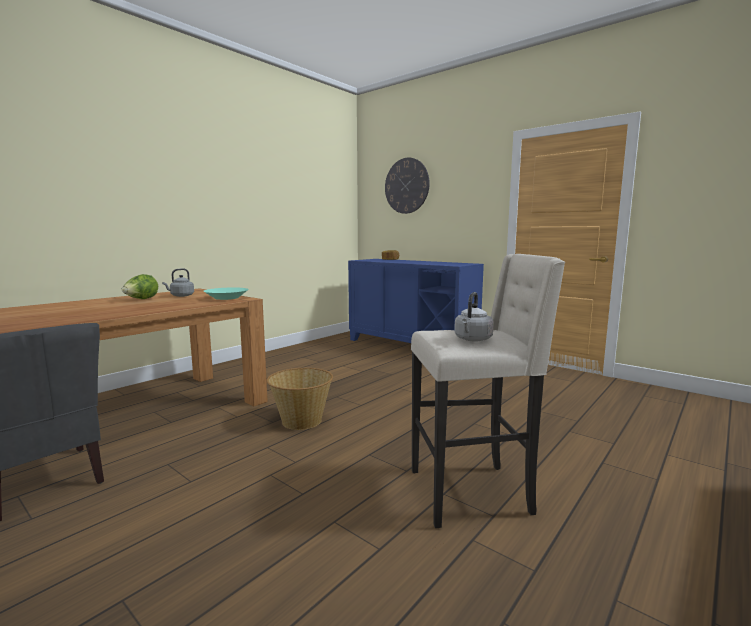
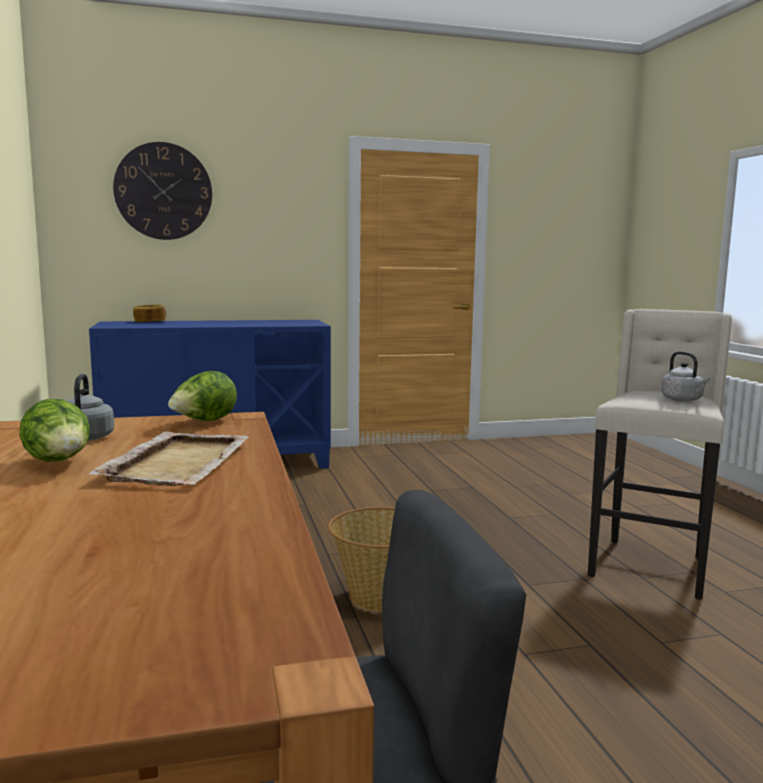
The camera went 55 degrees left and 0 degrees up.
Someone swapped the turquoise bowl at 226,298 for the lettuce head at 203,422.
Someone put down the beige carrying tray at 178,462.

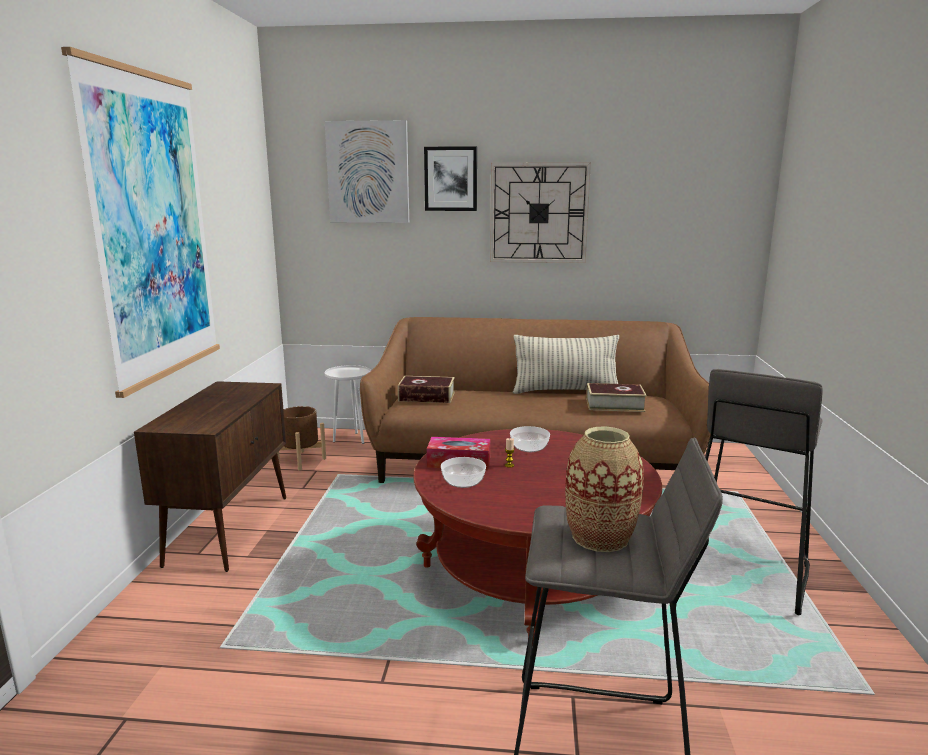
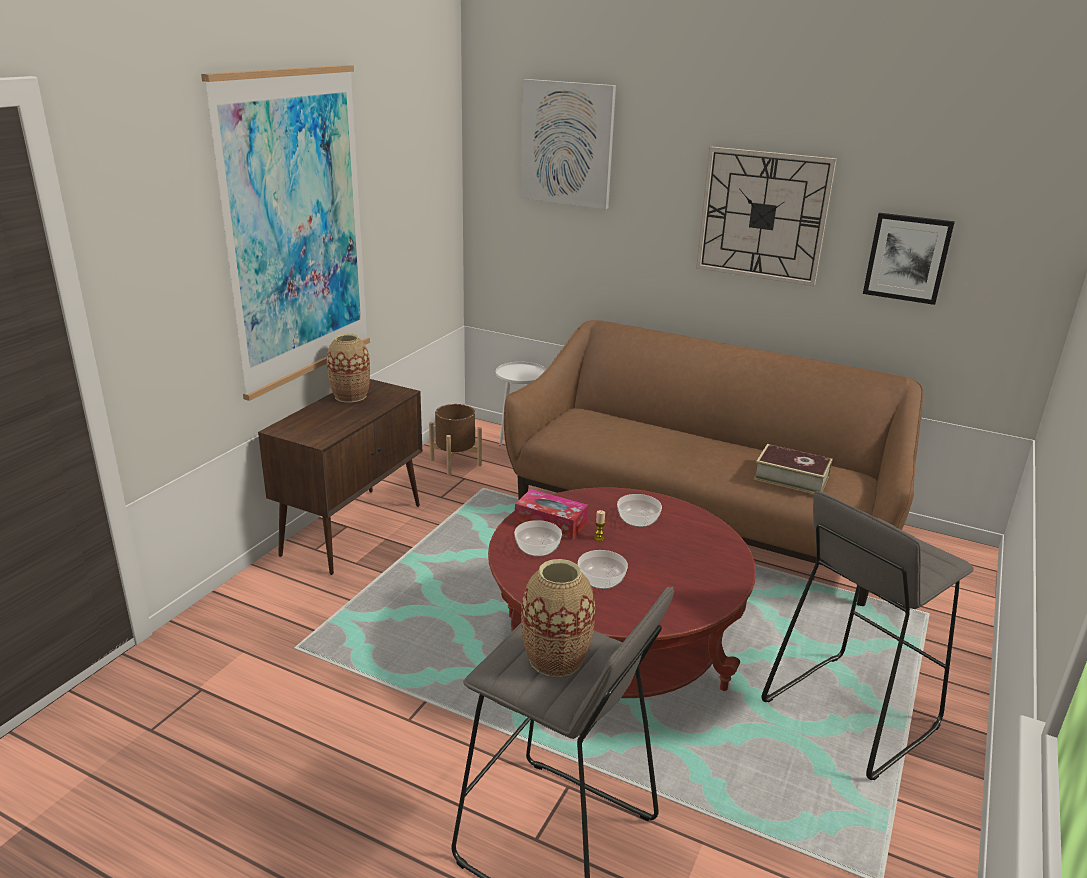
The camera went 20 degrees right and 10 degrees up.
Someone took away the bound book at 426,396.
Someone carried the picture from 451,179 to 907,258.
Someone took away the throw pillow at 565,391.
Someone put down the decorative vase at 350,396.
Someone put down the bowl at 600,580.

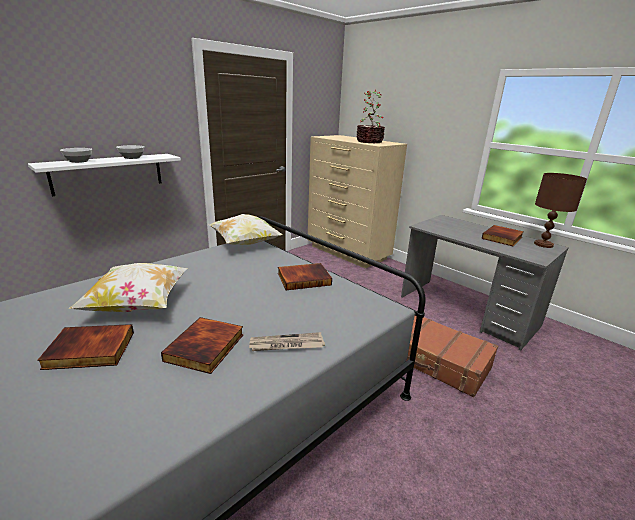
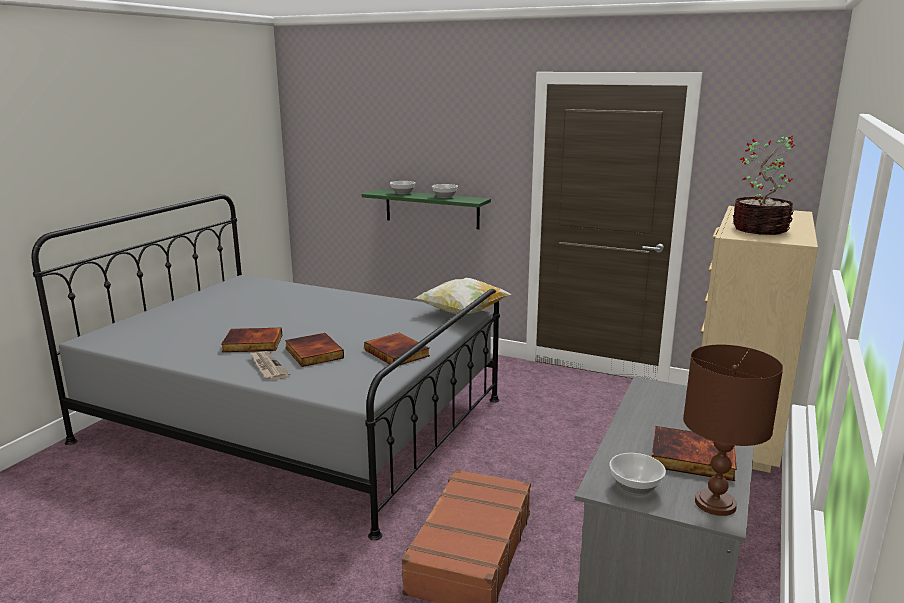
The camera went 70 degrees right and 5 degrees down.
Someone repainted the white-coloured wall shelf at 108,173, which became the green wall shelf at 432,209.
Someone carried the bound book from 89,351 to 313,353.
Someone took away the throw pillow at 138,305.
Someone put down the bowl at 634,487.

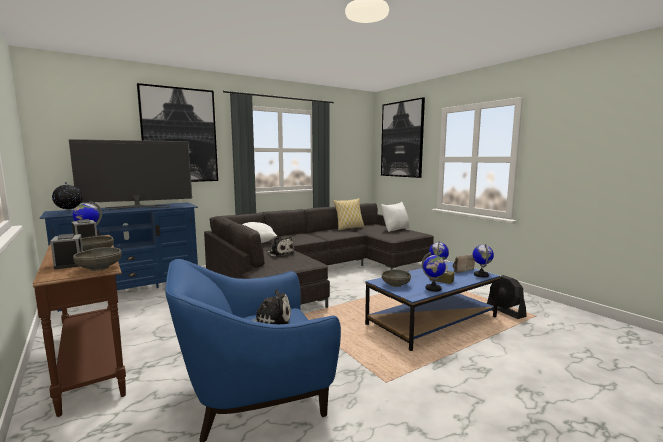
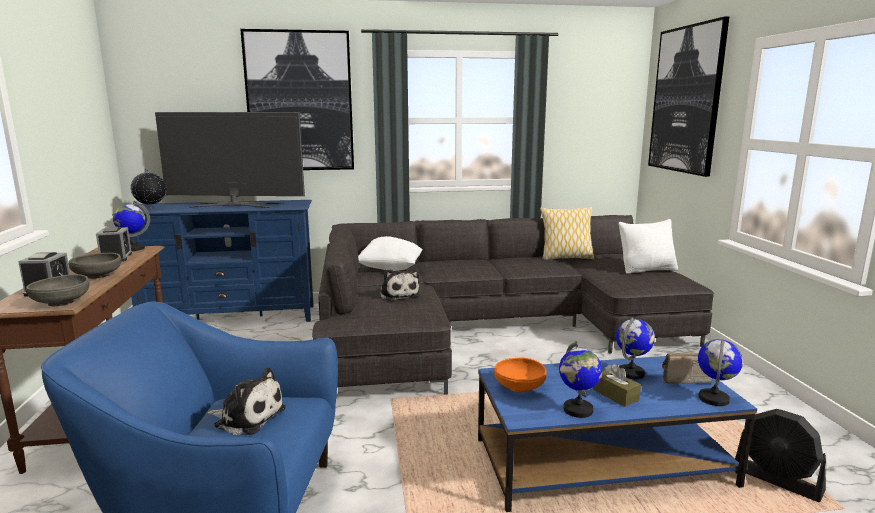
The camera went 25 degrees right and 5 degrees up.
Someone repainted the greyish bowl at 396,285, which became the orange-coloured bowl at 519,387.
Someone rotated the black fan at 505,311 by 45 degrees counterclockwise.

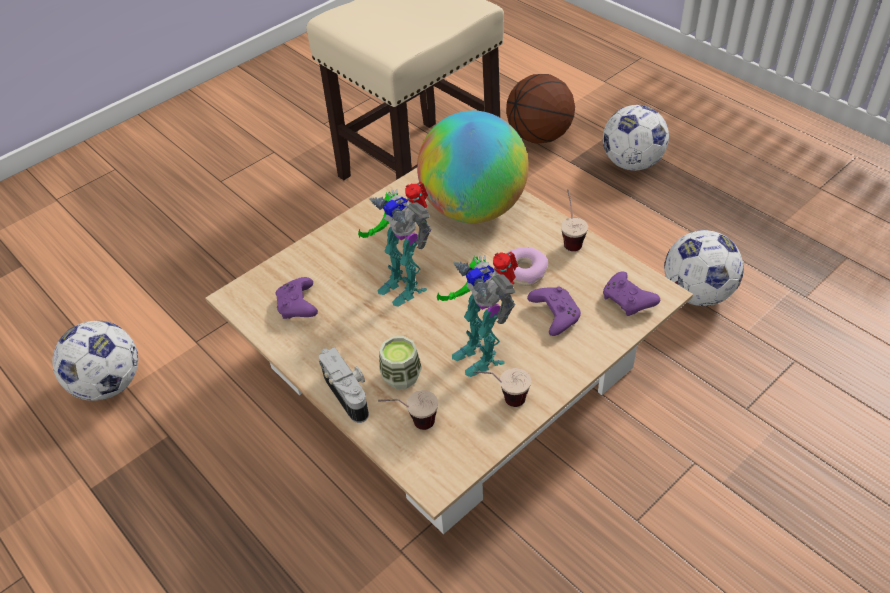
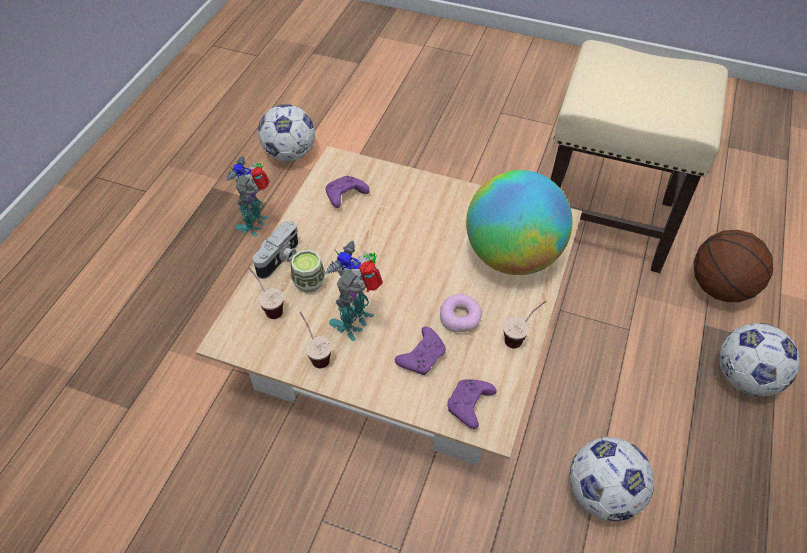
The camera went 60 degrees right and 5 degrees up.
Someone carried the toy robot from 404,284 to 256,223.

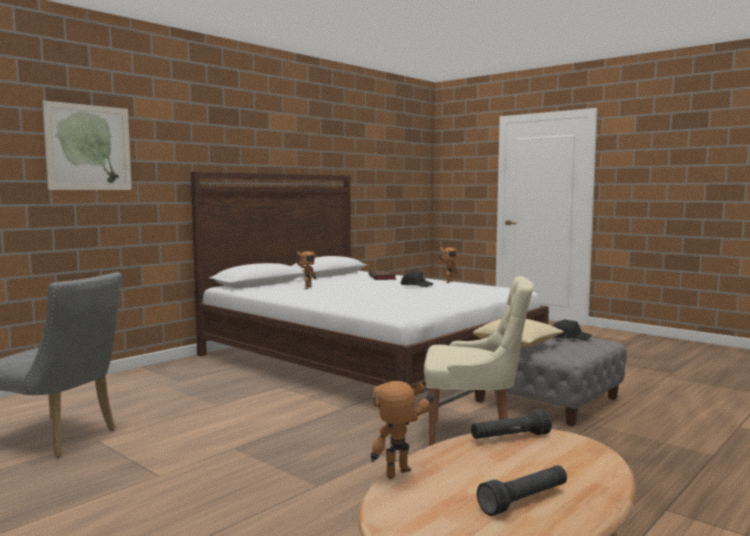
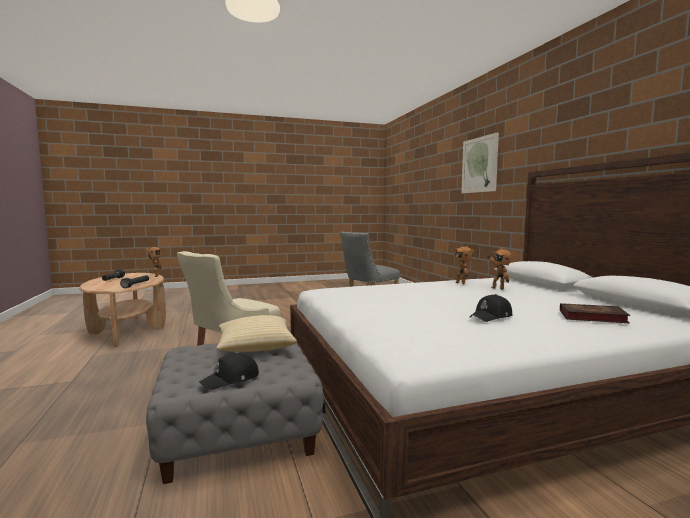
The camera went 120 degrees right and 0 degrees up.
Someone carried the toy robot from 448,282 to 461,283.

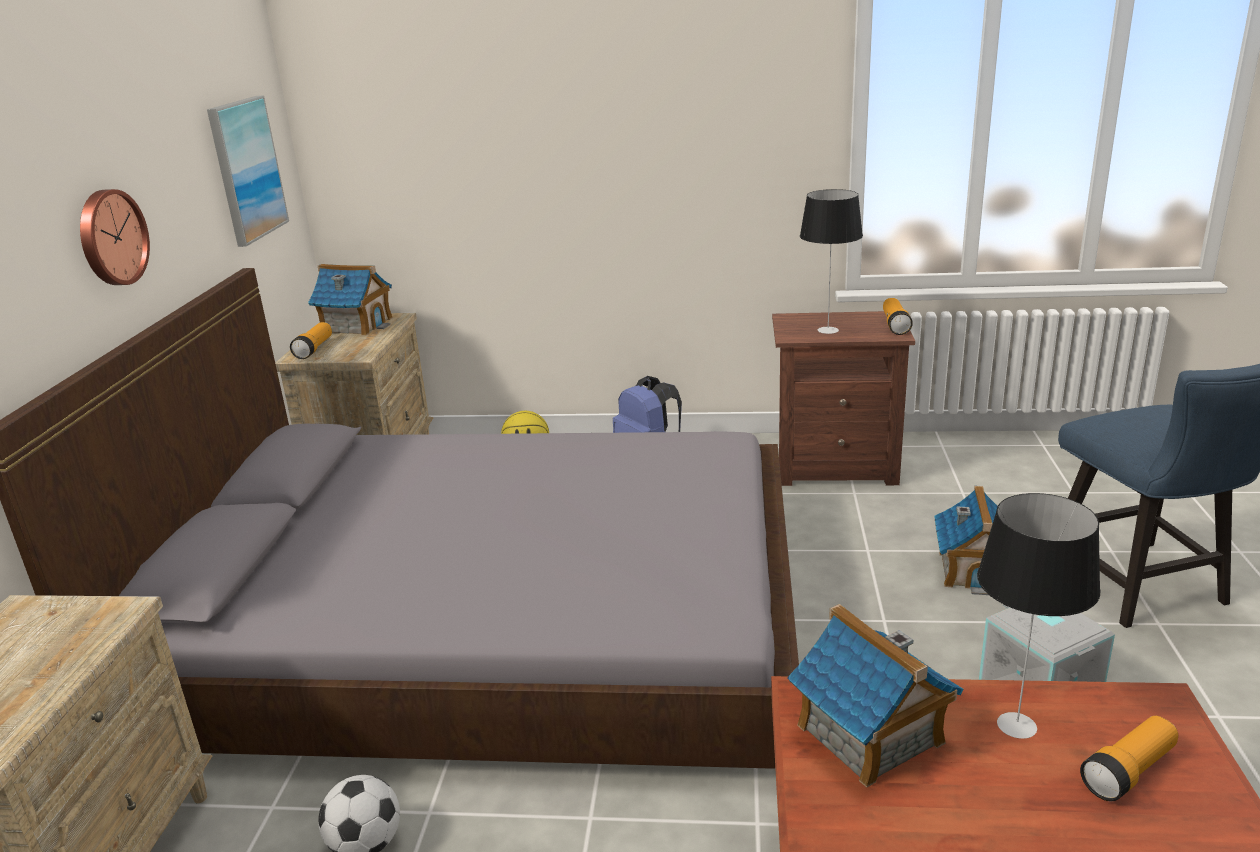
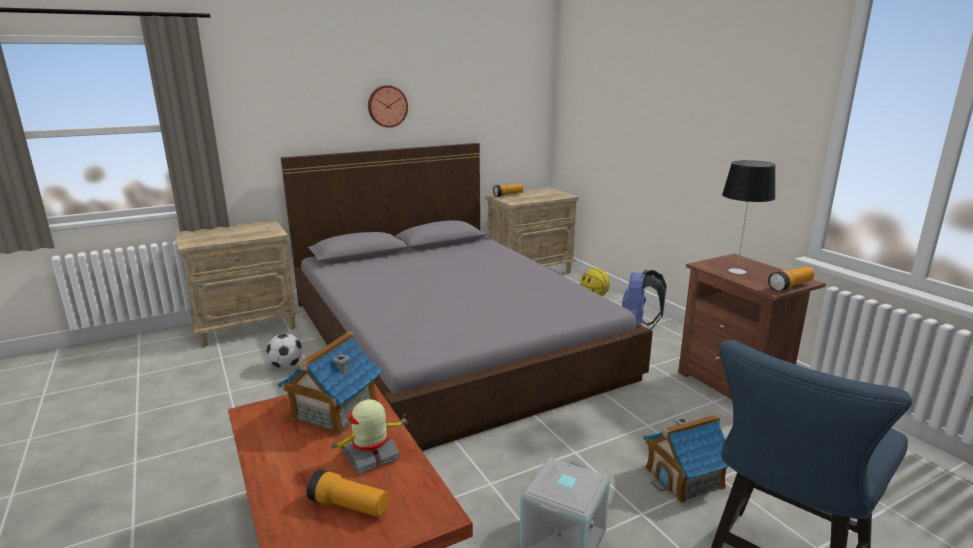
The camera went 55 degrees right and 5 degrees down.
Someone took away the picture at 246,169.
Someone took away the miniature house at 356,325.
Someone swapped the tabletop lamp at 1018,726 for the toy robot at 371,457.

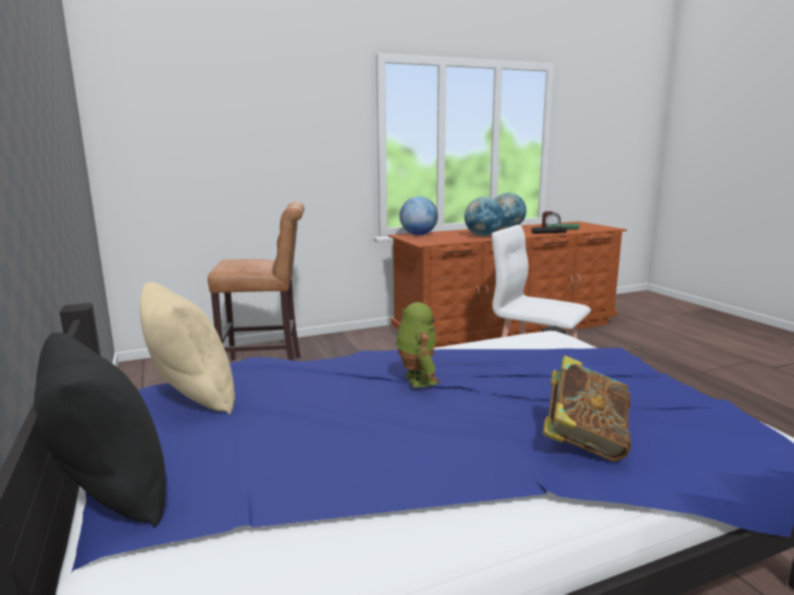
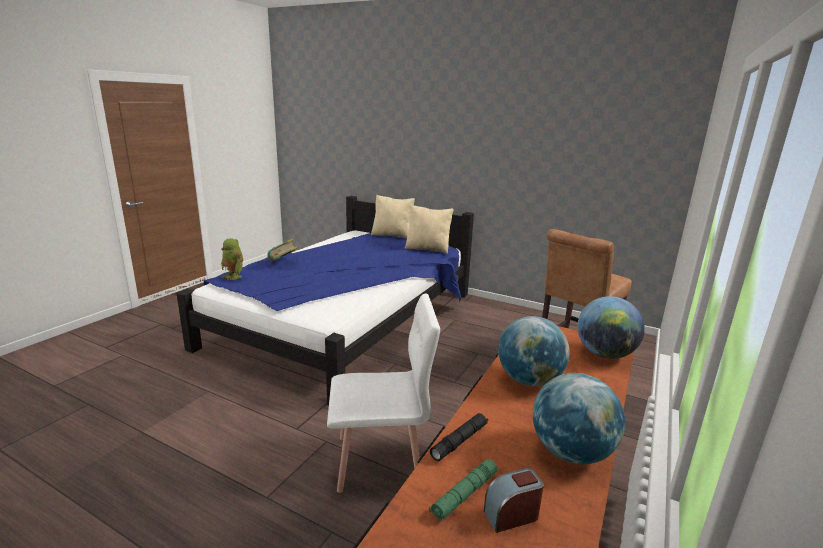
The camera went 140 degrees right and 5 degrees up.
Someone repainted the black throw pillow at 111,492, which became the beige throw pillow at 392,235.
Someone carried the toy robot from 417,380 to 234,276.

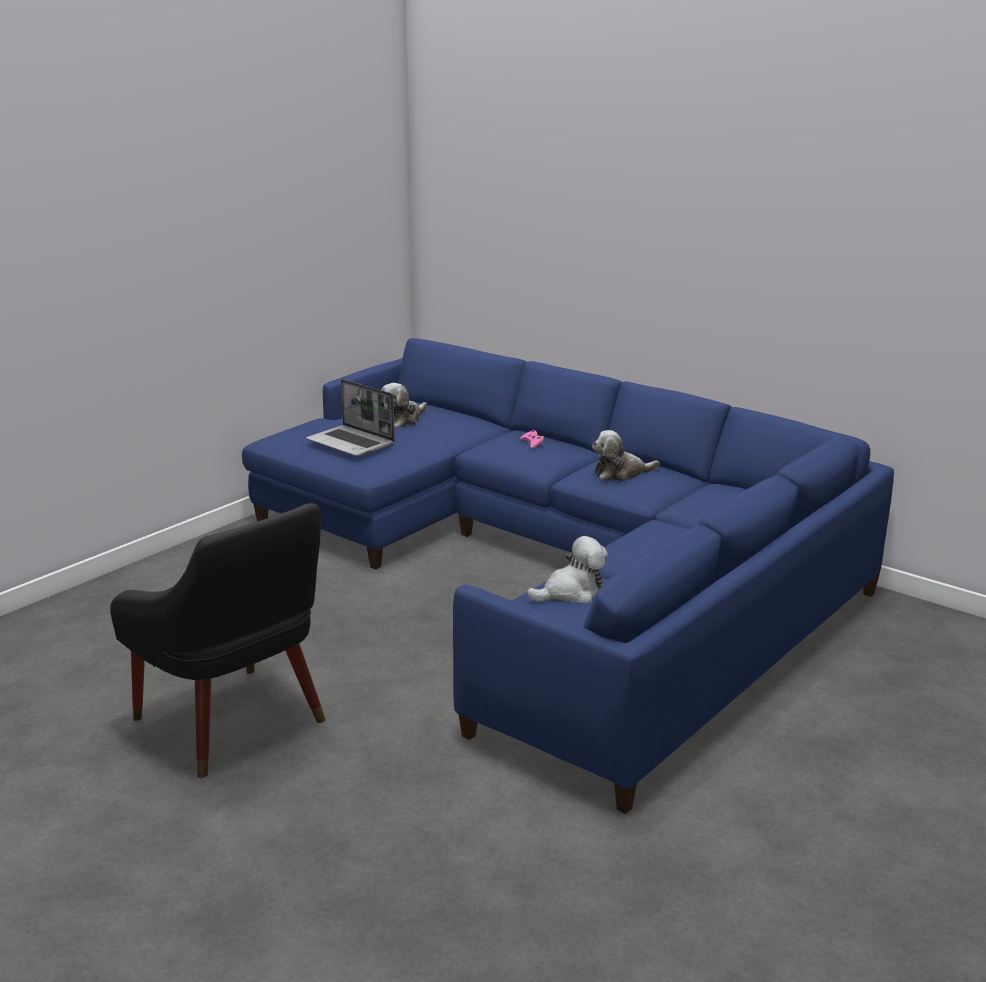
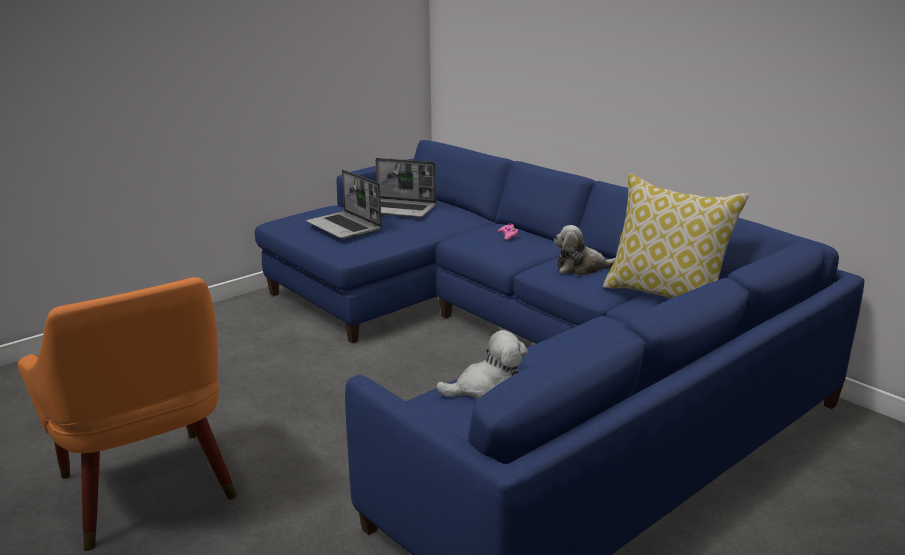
The camera went 10 degrees right and 0 degrees up.
Someone repainted the black lounge chair at 236,726, which became the orange-coloured lounge chair at 150,494.
Someone swapped the soft toy at 403,420 for the portable computer at 400,209.
Someone put down the throw pillow at 666,295.

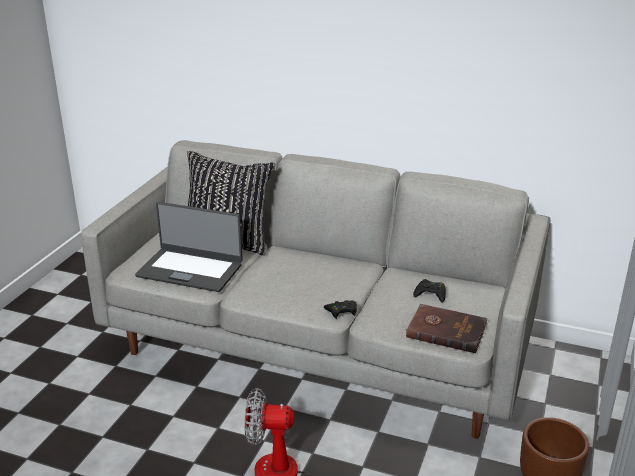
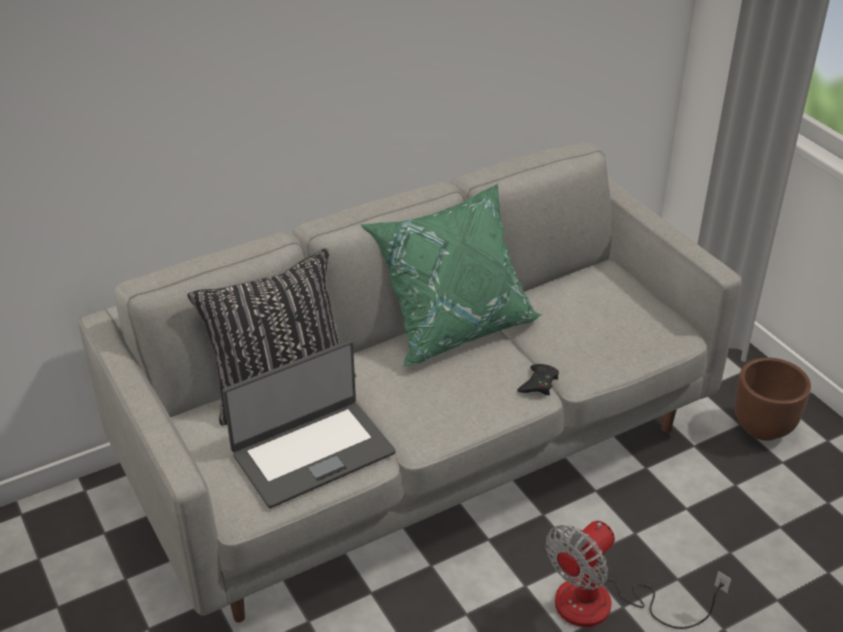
The camera went 50 degrees left and 10 degrees up.
Someone took away the brown bound book at 446,330.
Someone took away the black game controller at 430,294.
Someone put down the green throw pillow at 453,324.

